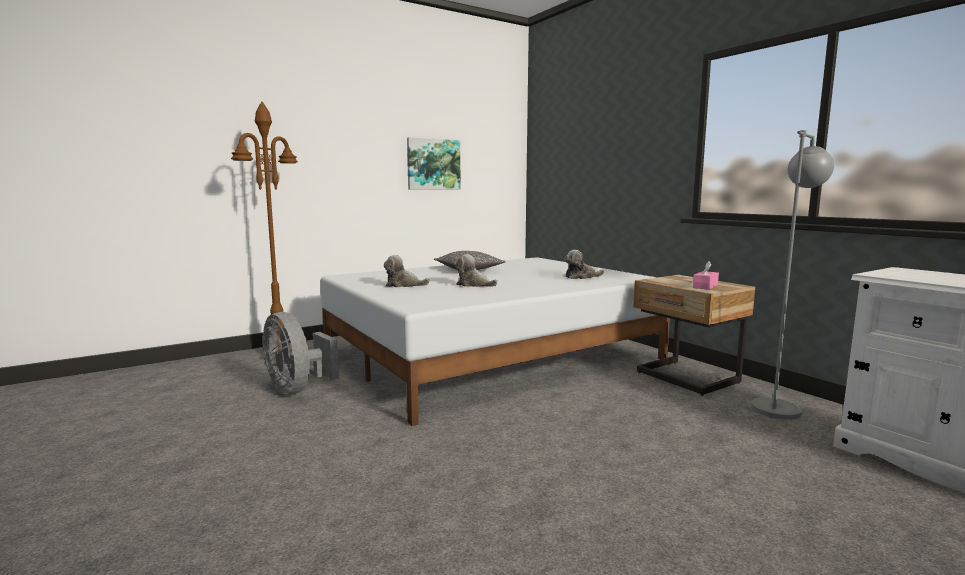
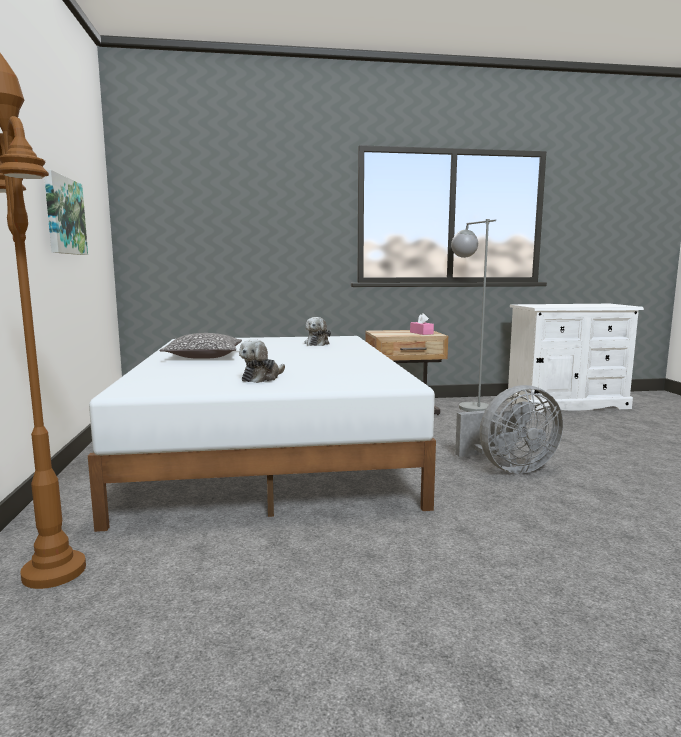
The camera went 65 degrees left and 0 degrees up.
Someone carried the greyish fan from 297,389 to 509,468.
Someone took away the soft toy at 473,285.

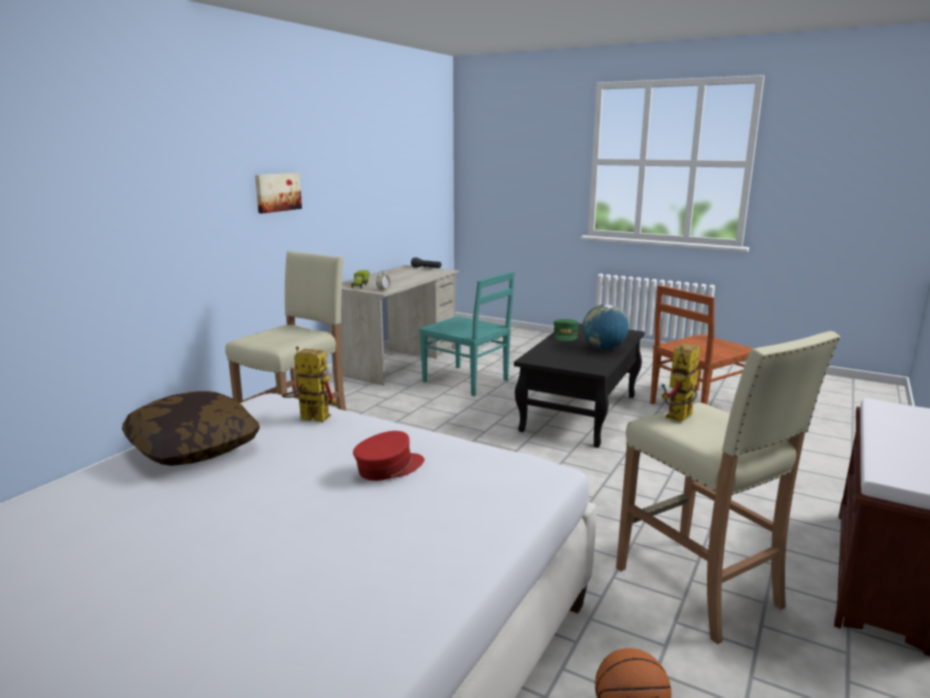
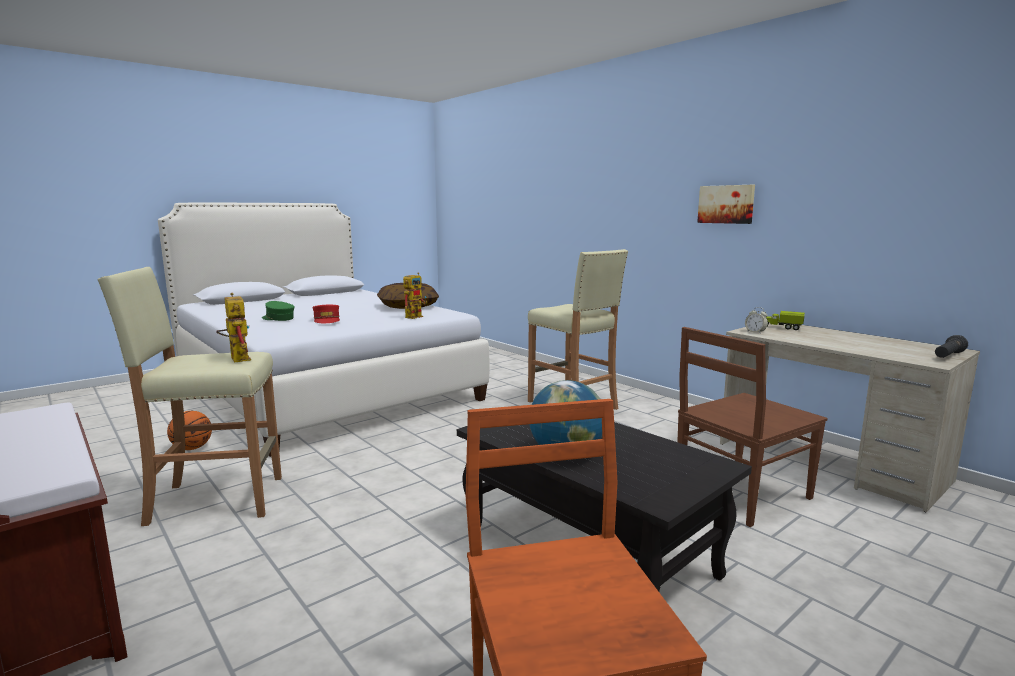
The camera went 110 degrees right and 5 degrees down.
Someone repainted the turquoise plain chair at 467,381, which became the brown plain chair at 740,494.
Someone carried the green baseball cap from 565,336 to 278,318.

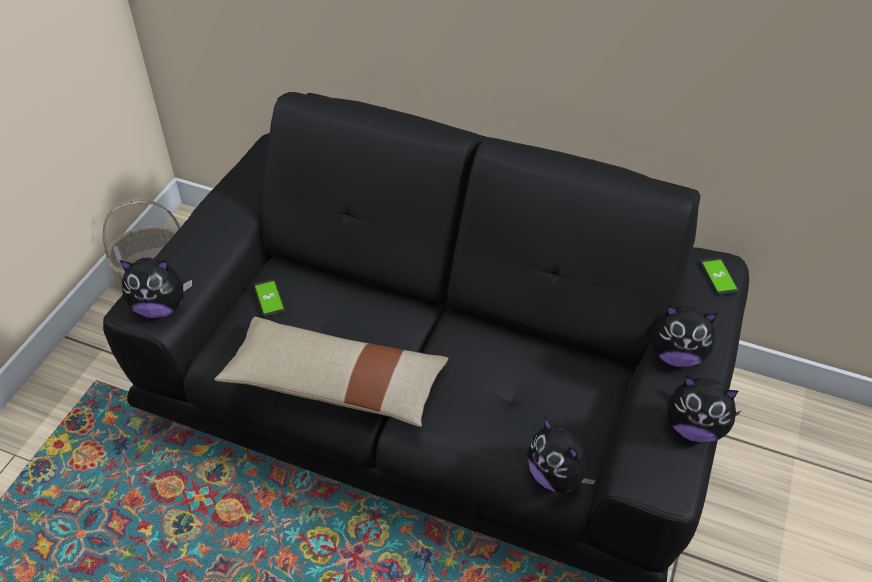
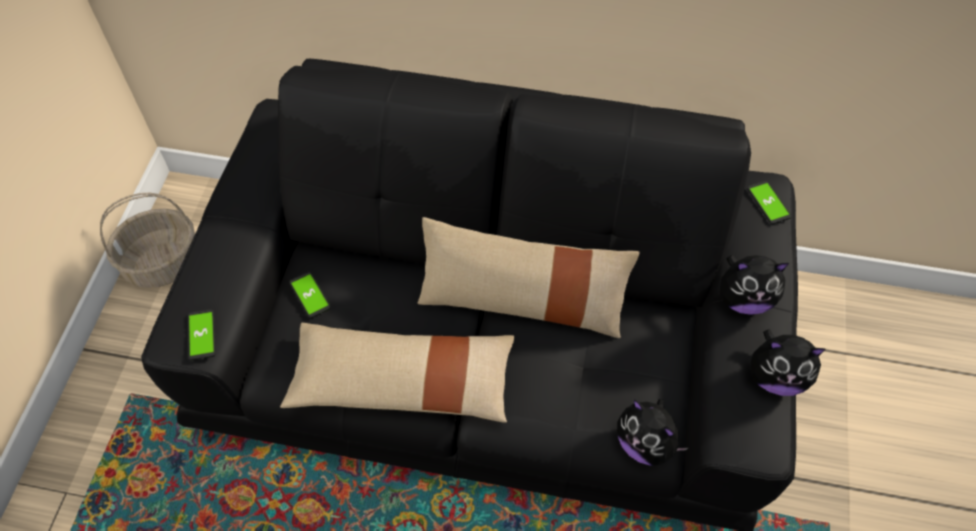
The camera went 10 degrees left and 10 degrees up.
Someone swapped the soft toy at 160,307 for the handset at 202,335.
Someone put down the beige throw pillow at 522,301.

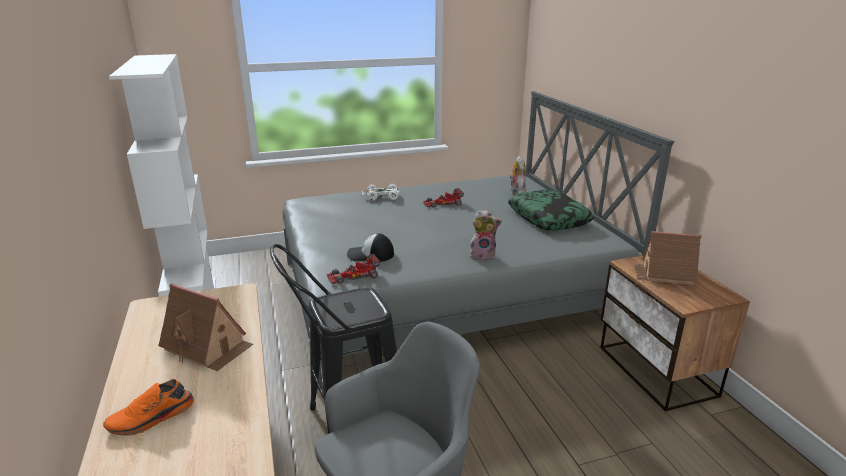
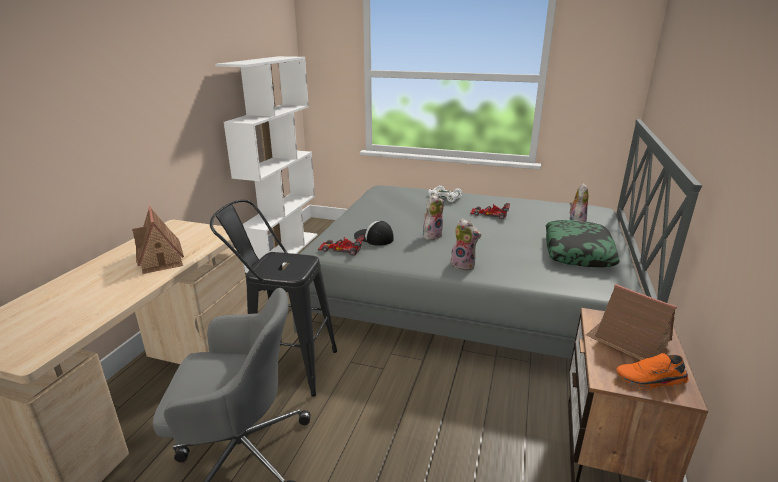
The camera went 35 degrees right and 0 degrees up.
Someone carried the orange-coloured low shoe from 152,419 to 650,380.
Someone put down the soft toy at 432,235.

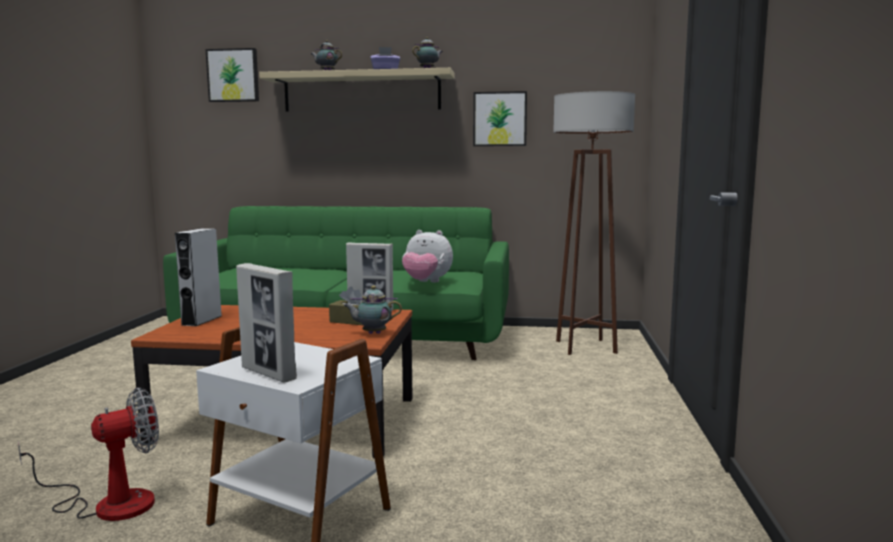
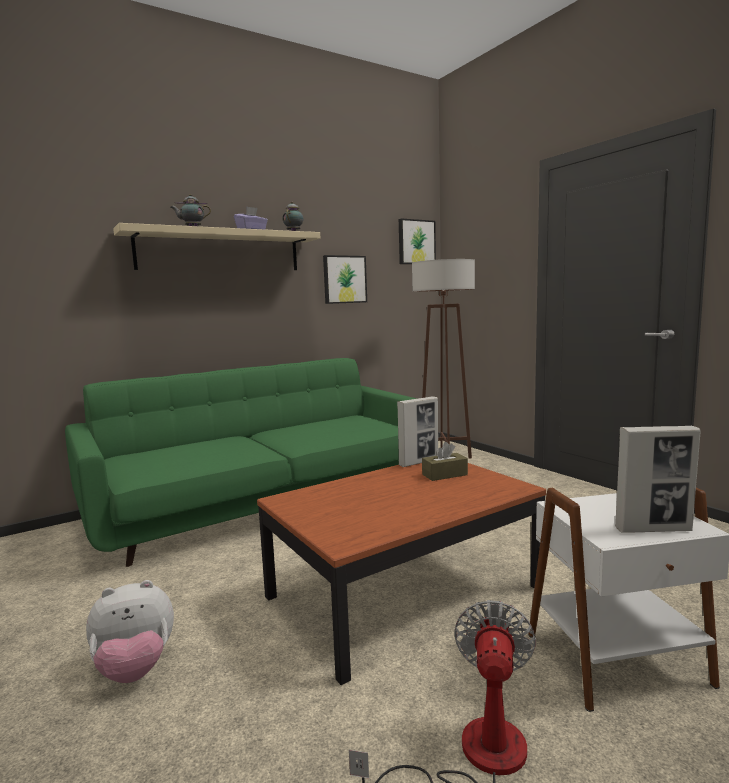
The camera went 40 degrees left and 0 degrees up.
Someone took away the greyish speaker at 202,320.
Someone carried the picture from 233,75 to 416,242.
Someone took away the teapot at 372,333.
Someone carried the soft toy from 426,282 to 135,669.

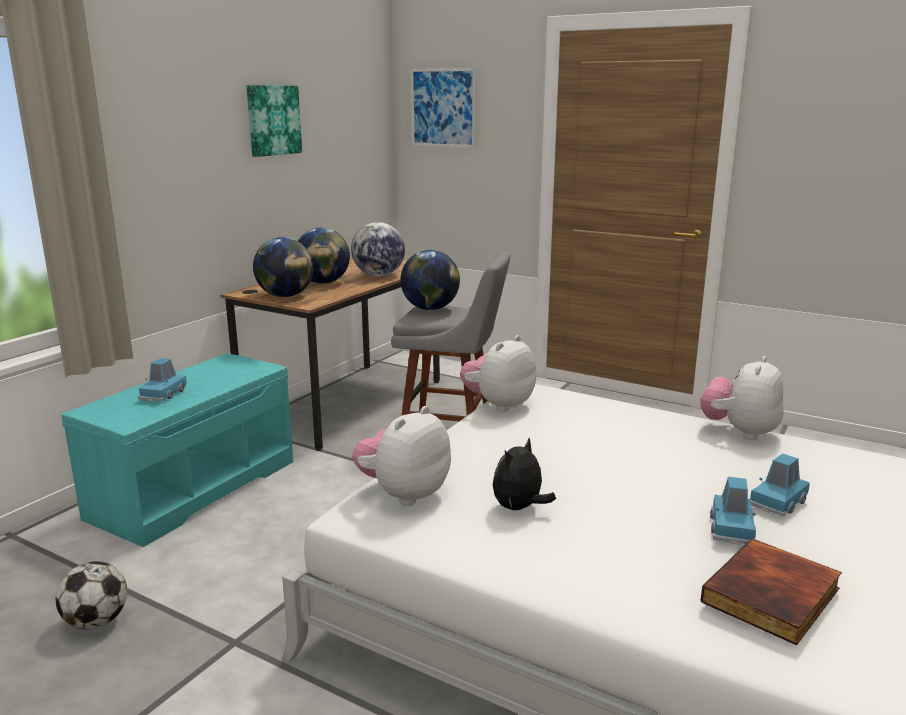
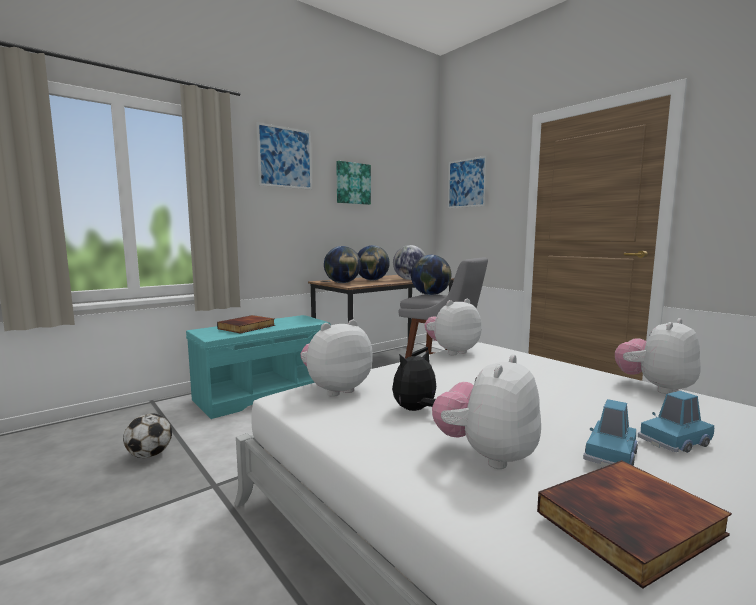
The camera went 20 degrees right and 10 degrees down.
Someone swapped the bluish miniature car at 164,394 for the bound book at 247,327.
Someone put up the picture at 285,157.
Someone put down the soft toy at 487,455.

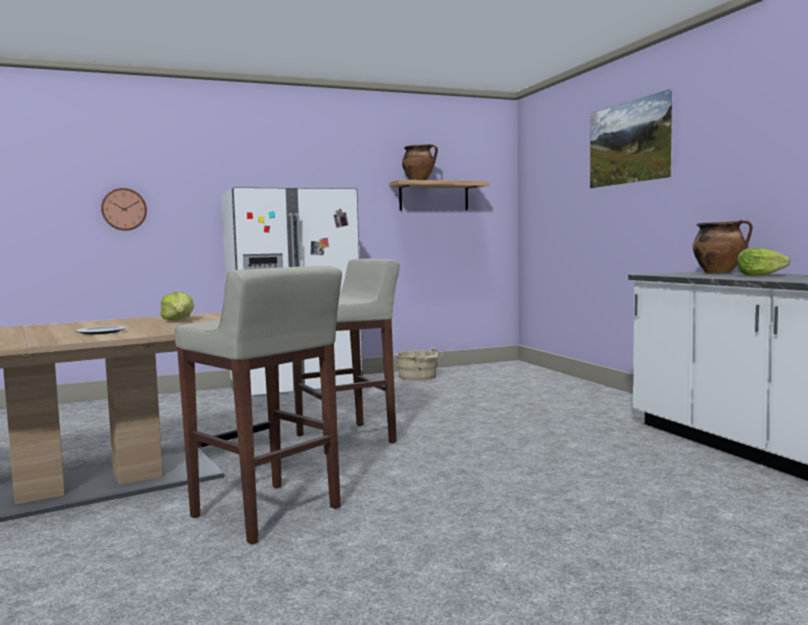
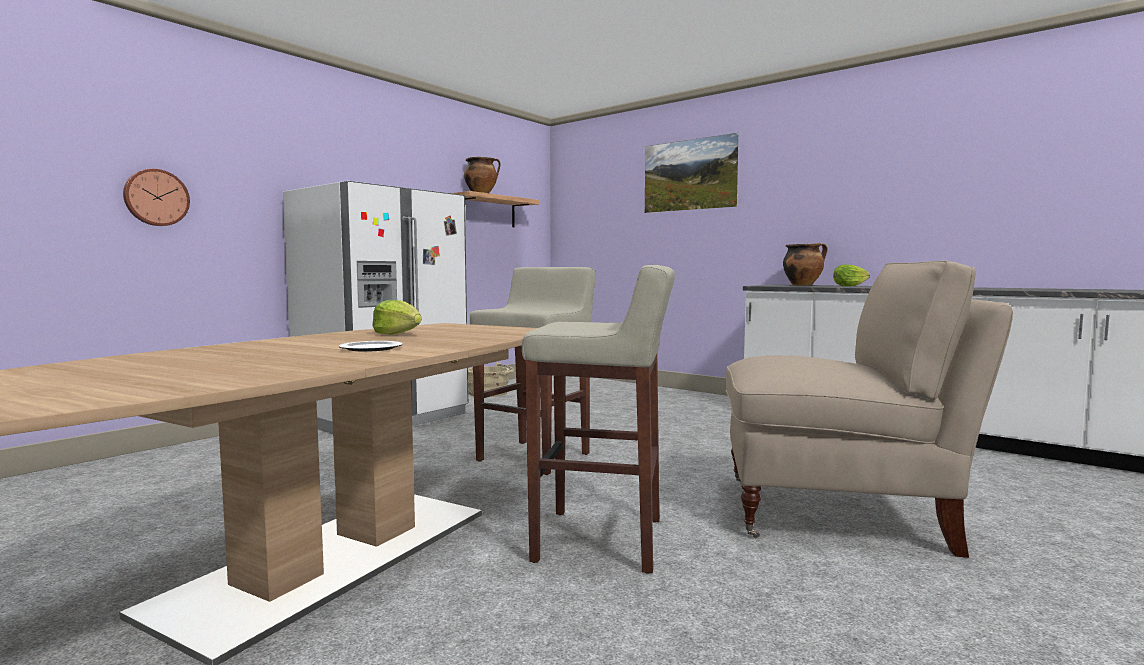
The camera went 30 degrees left and 0 degrees up.
Someone put down the beige plain chair at 838,514.

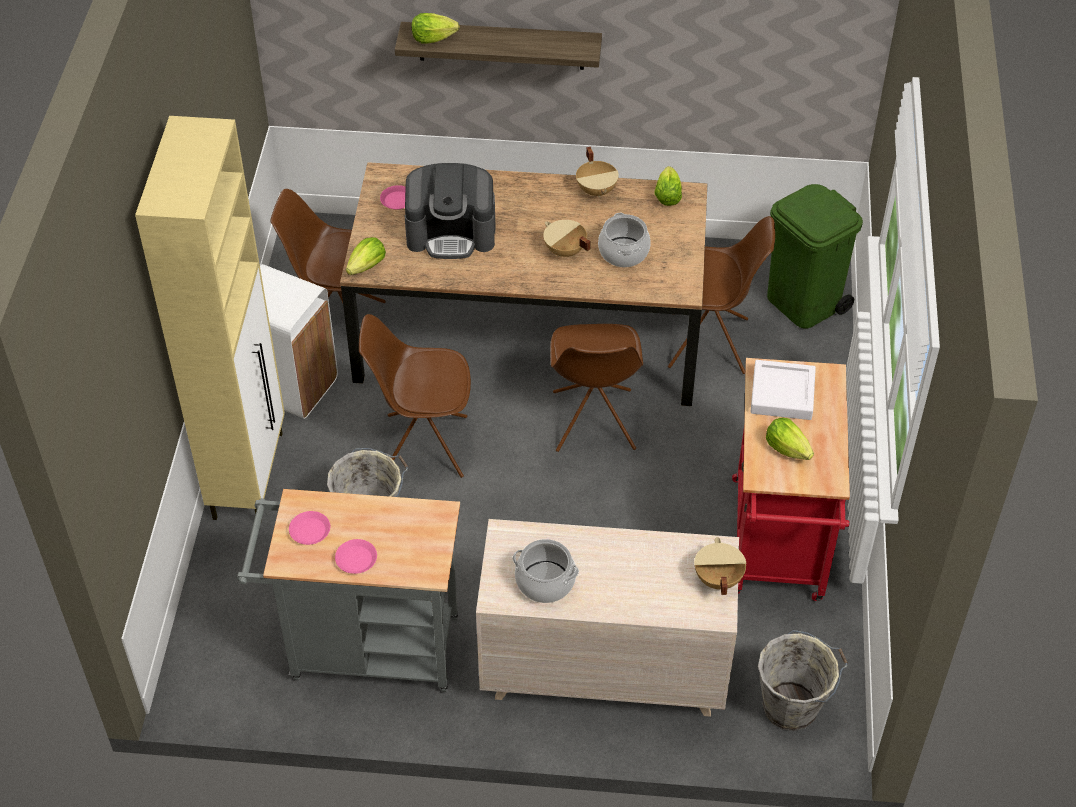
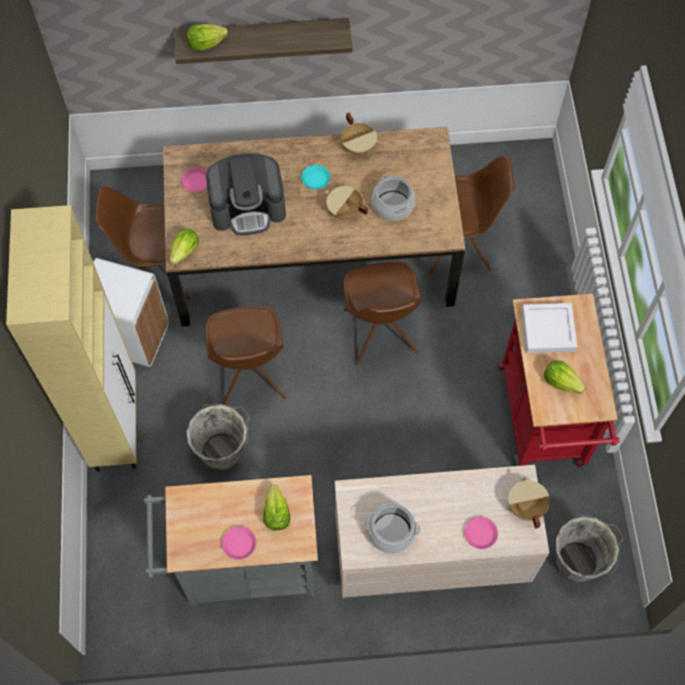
The camera went 10 degrees left and 15 degrees up.
Someone carried the pinkish plate from 309,530 to 480,534.
Someone rotated the brown plain chair at 422,445 by 90 degrees counterclockwise.
Someone carried the lettuce head from 667,196 to 276,514.
Someone took away the green trash can at 804,303.
Someone put down the turquoise plate at 315,179.

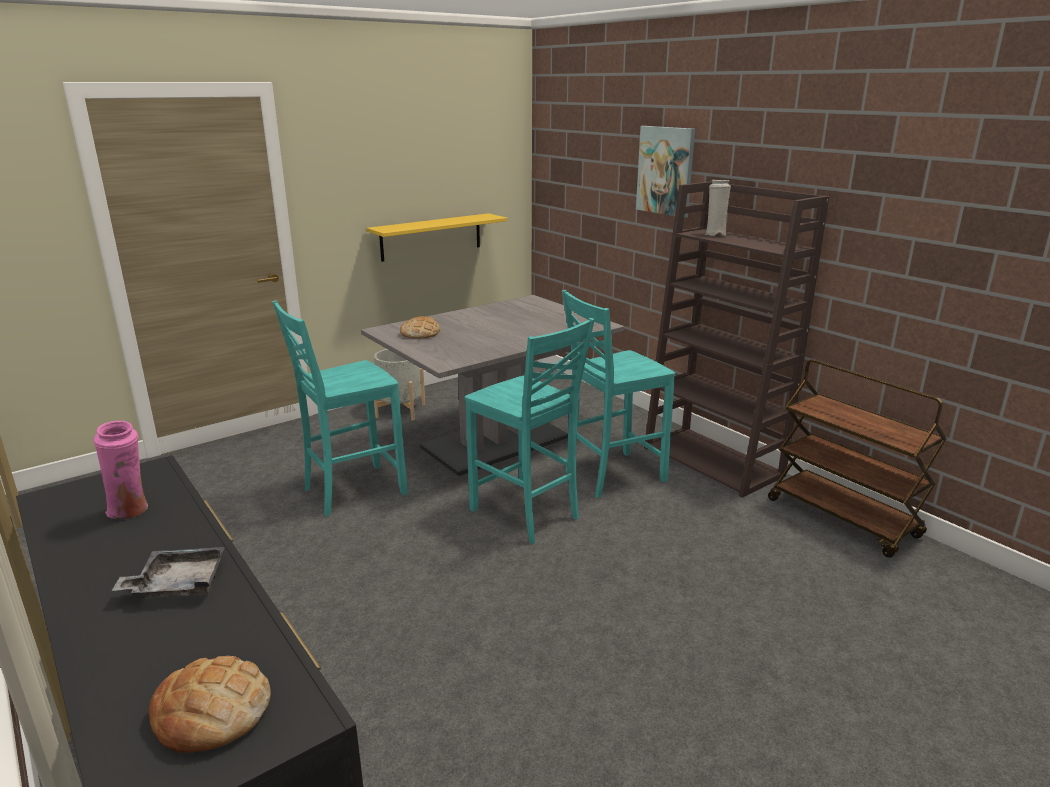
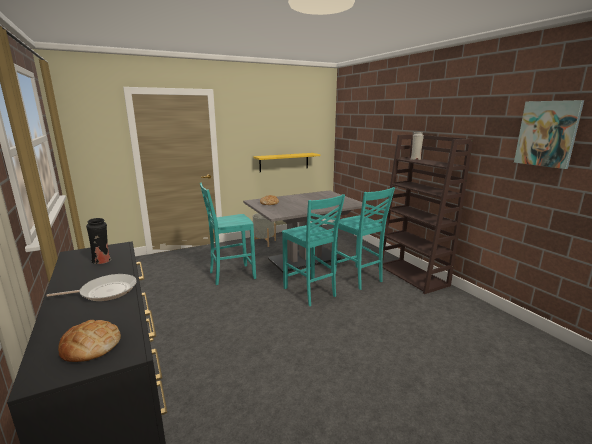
The camera went 10 degrees right and 5 degrees down.
Someone repainted the pinkish decorative vase at 131,511, which became the black decorative vase at 102,261.
Someone swapped the greyish carrying tray at 178,584 for the skillet at 105,291.
Someone rotated the turquoise plain chair at 611,475 by 105 degrees counterclockwise.
Someone carried the picture from 666,170 to 547,134.
Someone took away the brown cart at 843,518.

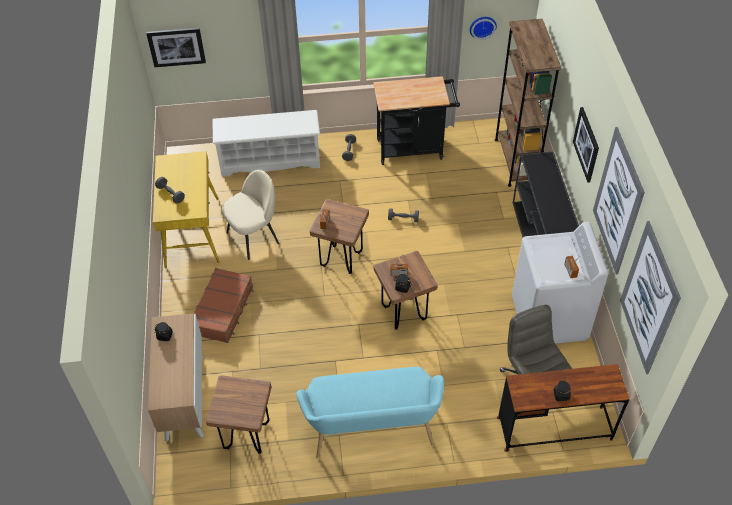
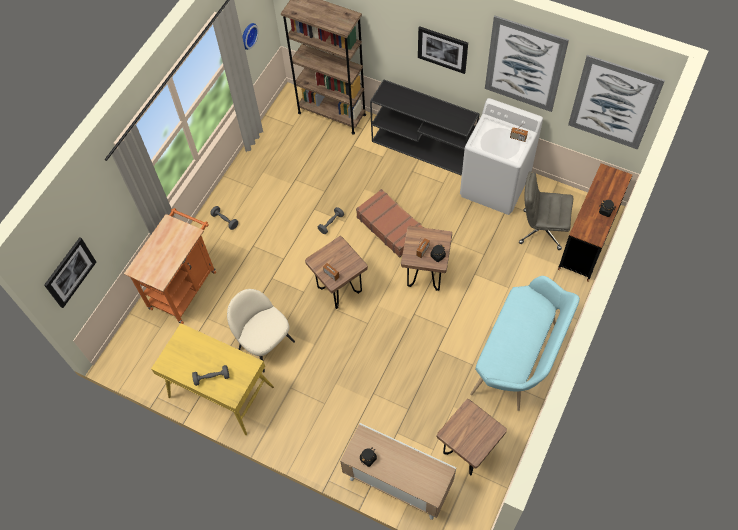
The camera went 55 degrees left and 10 degrees up.
Someone carried the brown piece of luggage from 223,310 to 390,227.
Someone swapped the white-coloured shoe stand at 270,160 for the orange-coloured cart at 185,286.
Someone rotated the beige plain chair at 254,237 by 45 degrees counterclockwise.
Someone took away the black cart at 414,148.

